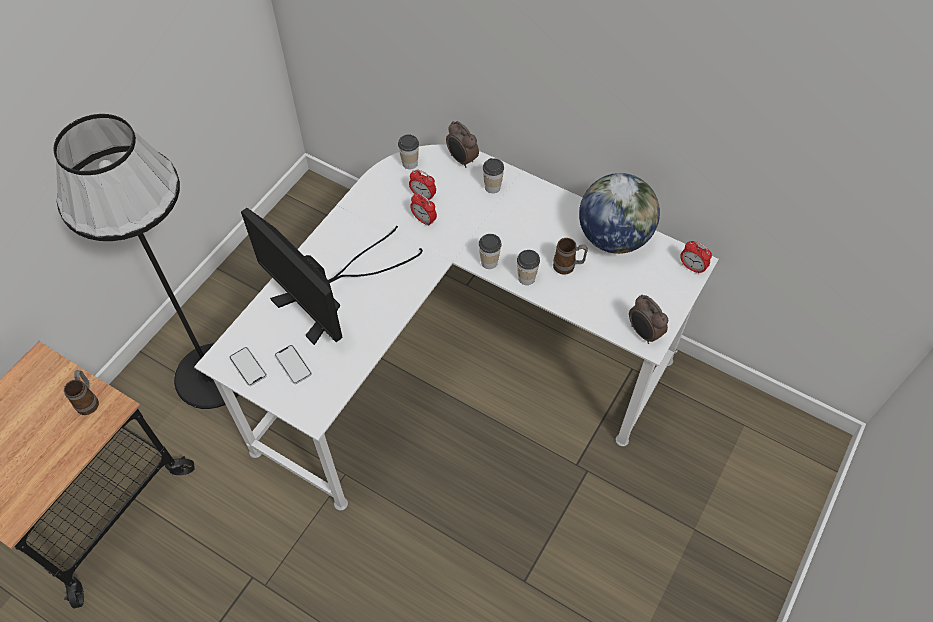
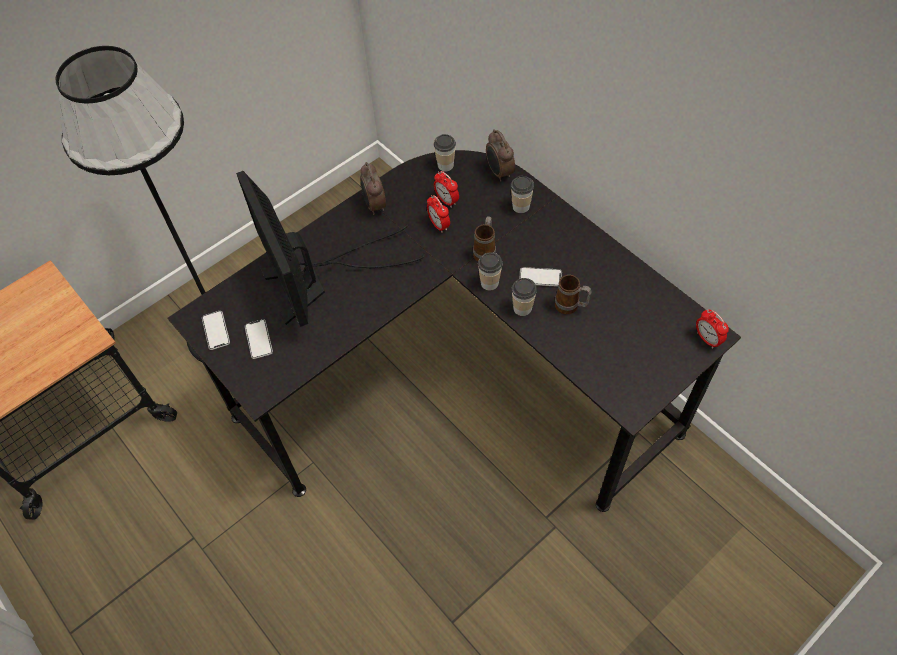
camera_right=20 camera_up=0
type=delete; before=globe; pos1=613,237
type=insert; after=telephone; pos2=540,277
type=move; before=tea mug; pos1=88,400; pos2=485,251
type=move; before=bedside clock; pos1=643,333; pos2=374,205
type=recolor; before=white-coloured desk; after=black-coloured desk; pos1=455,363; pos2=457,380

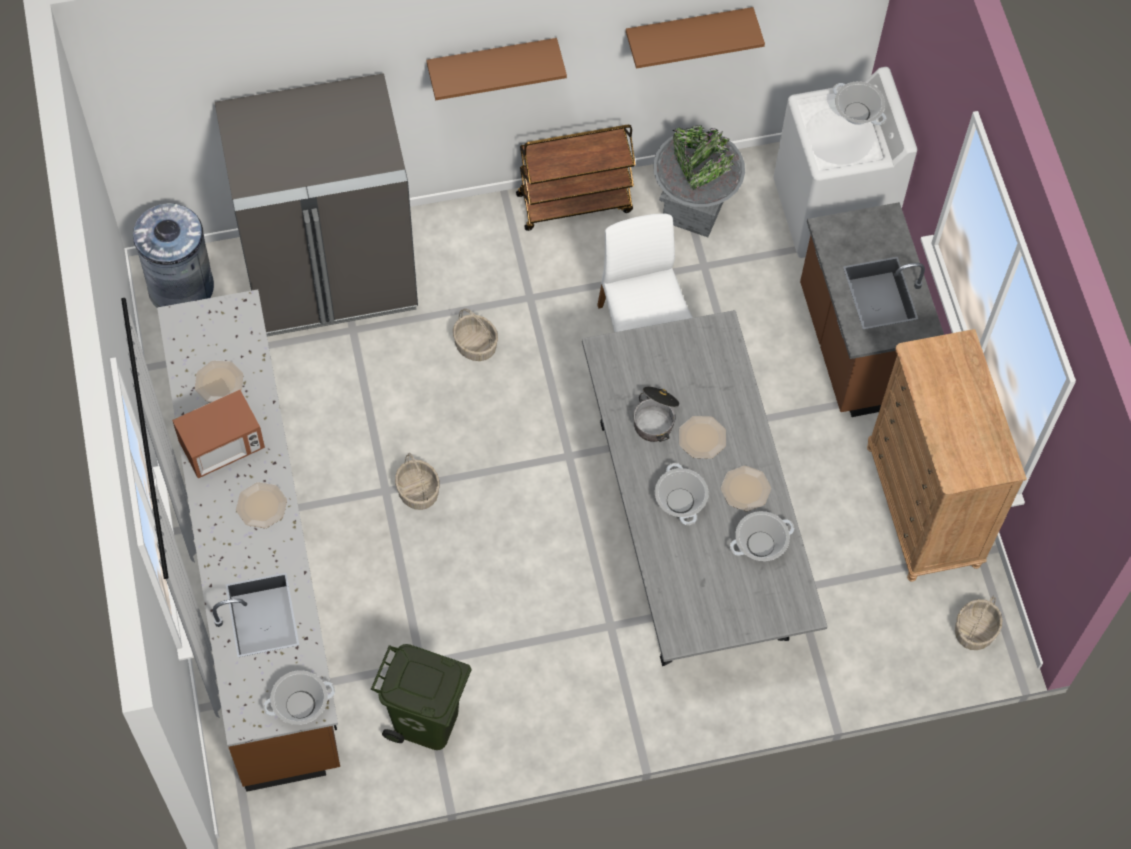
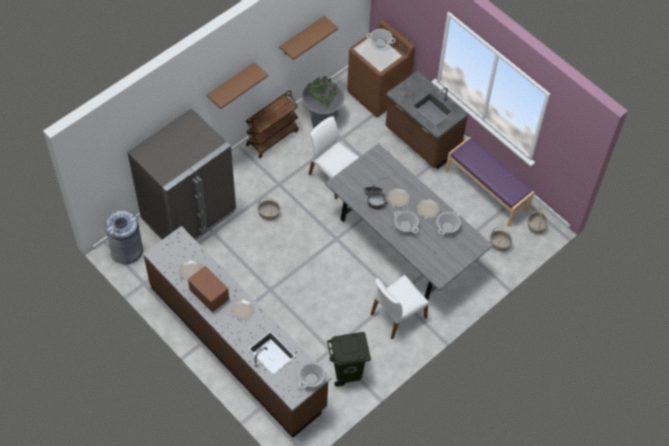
camera_right=-30 camera_up=-5
type=insert; after=white-coloured chair; pos2=397,315
type=move; before=basket; pos1=417,491; pos2=499,244
type=replace; before=brownish chest of drawers; after=purple long seat; pos1=923,507; pos2=487,190
type=recolor; before=white-coloured laundry machine; after=brownish laundry machine; pos1=832,211; pos2=378,93
type=rotate; before=microwave; pos1=222,447; pos2=209,295; turn=-75

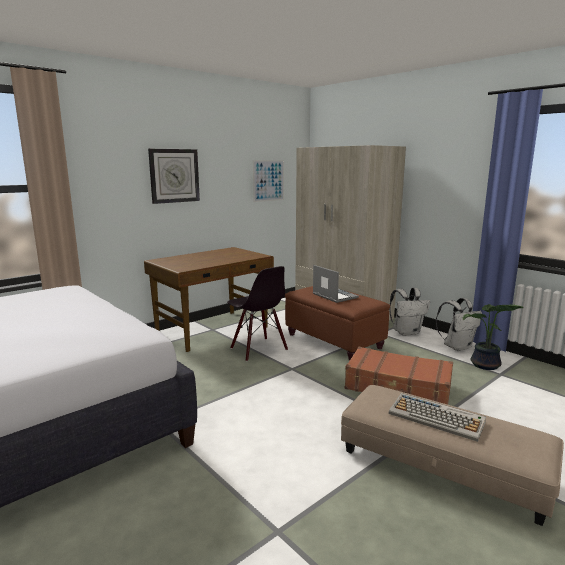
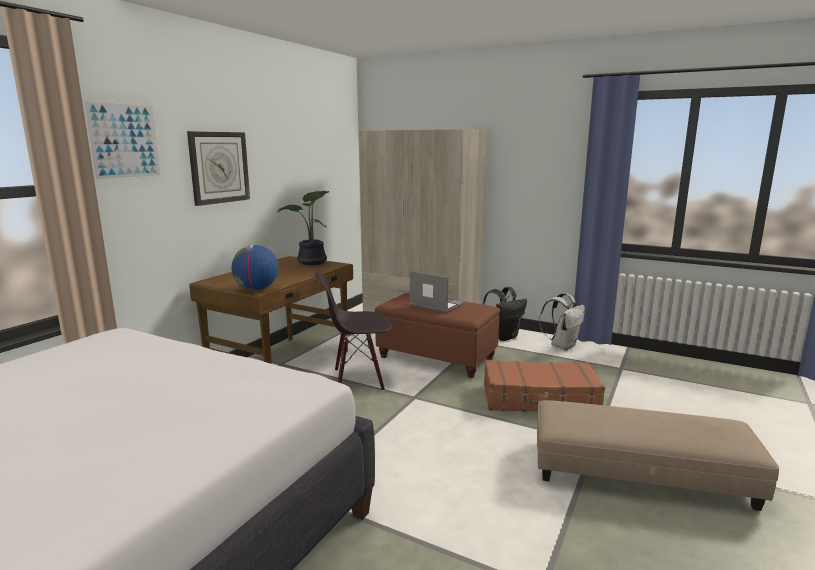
camera_right=-20 camera_up=0
type=delete; before=computer keyboard; pos1=437,418
type=insert; after=globe; pos2=256,289
type=move; before=wall art; pos1=268,180; pos2=124,141
type=move; before=potted plant; pos1=485,365; pos2=311,263
type=recolor; before=white-coloured knapsack; after=black-coloured knapsack; pos1=406,332; pos2=503,337
type=rotate; before=black-coloured chair; pos1=258,349; pos2=357,380; turn=135

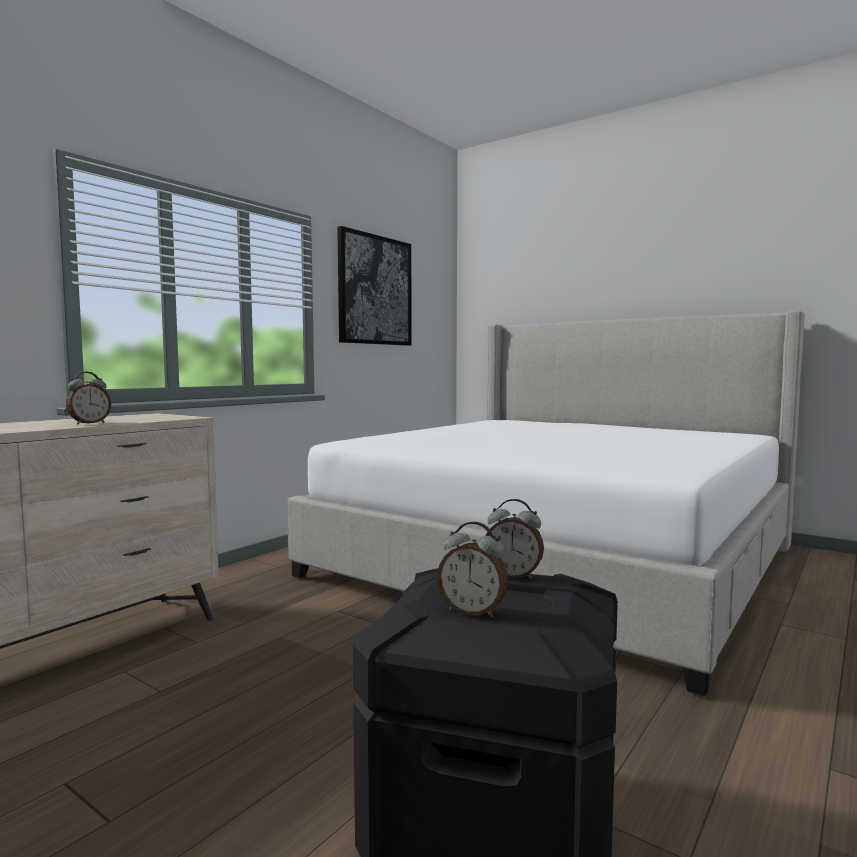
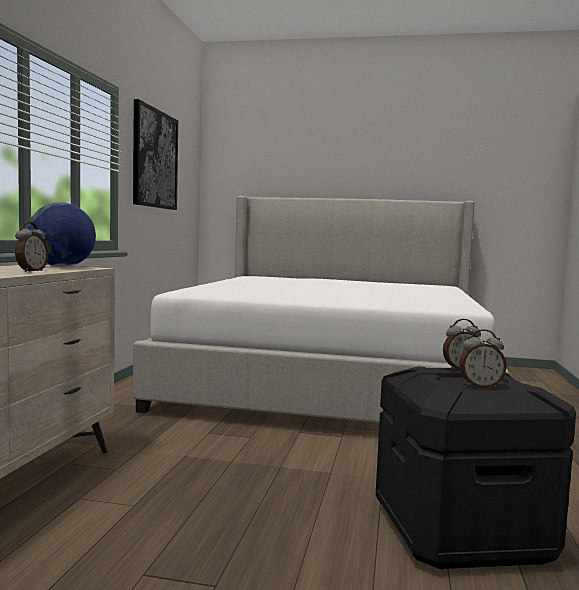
camera_right=-25 camera_up=0
type=insert; after=globe; pos2=61,266

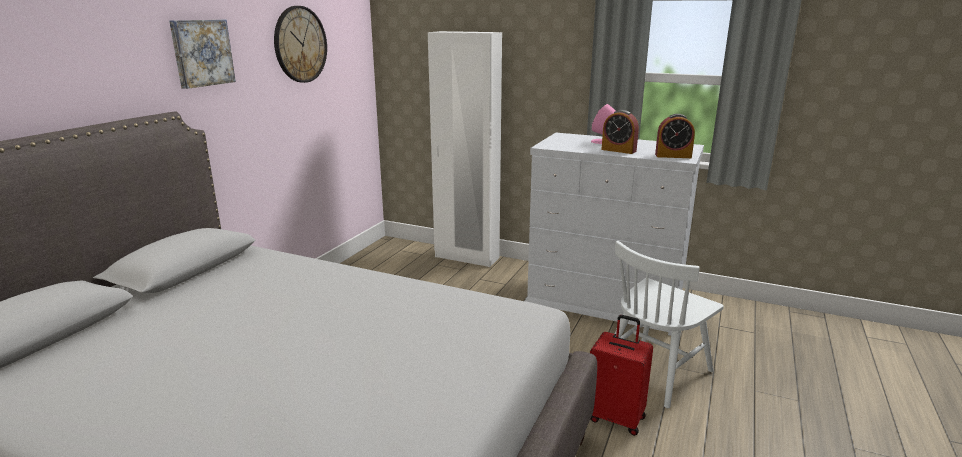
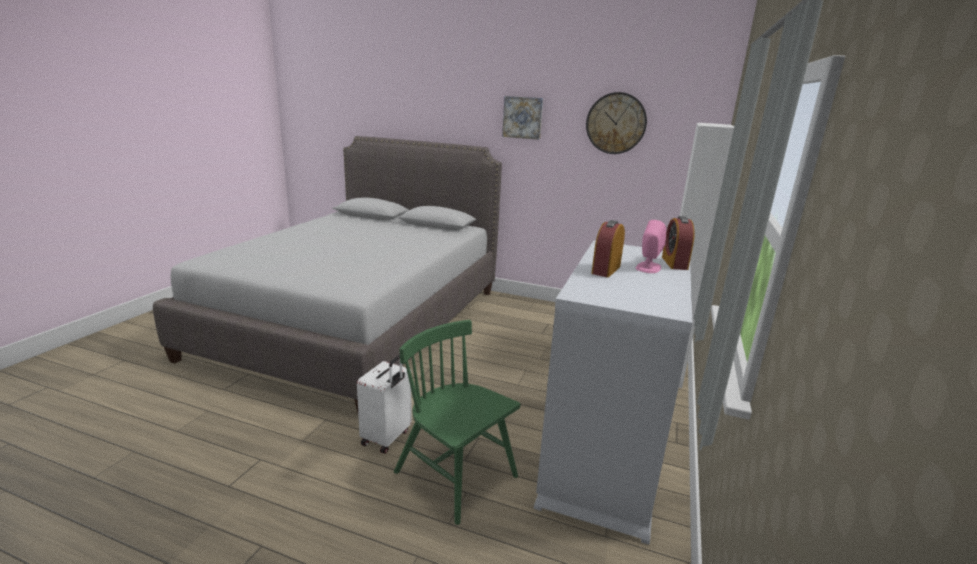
camera_right=85 camera_up=0
type=move; before=bedside clock; pos1=673,156; pos2=674,263
type=recolor; before=reddish piece of luggage; after=white-coloured piece of luggage; pos1=616,417; pos2=387,438
type=recolor; before=white-coloured chair; after=greenish chair; pos1=655,371; pos2=456,475

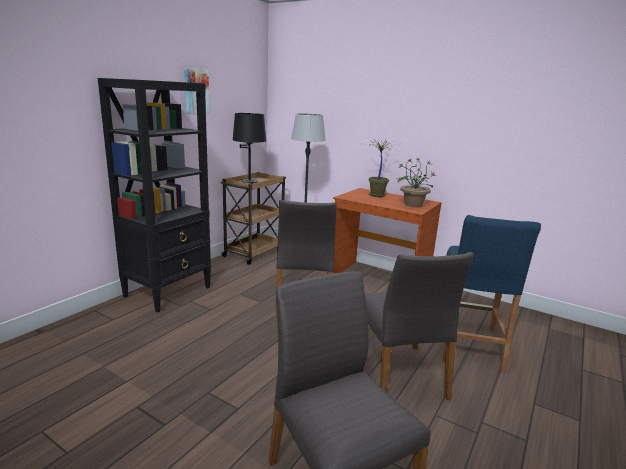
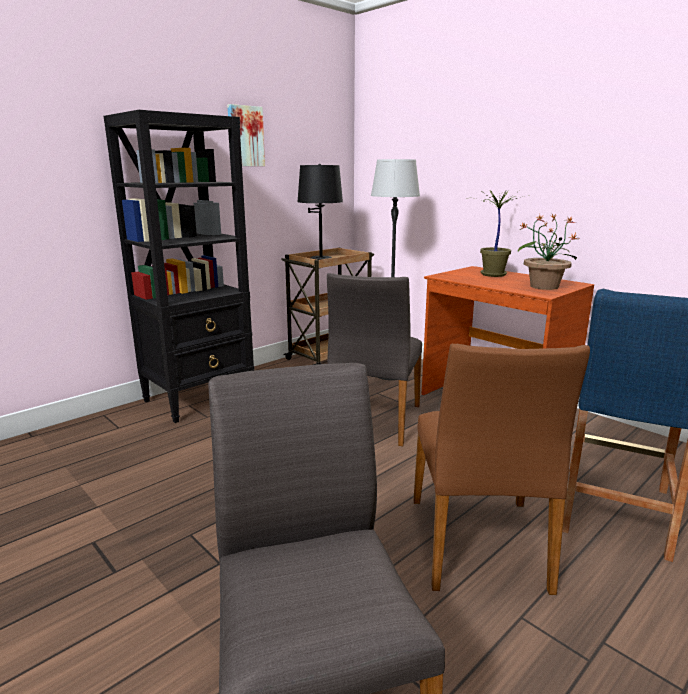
camera_right=15 camera_up=0
type=recolor; before=greyish chair; after=brownish chair; pos1=398,374; pos2=479,543

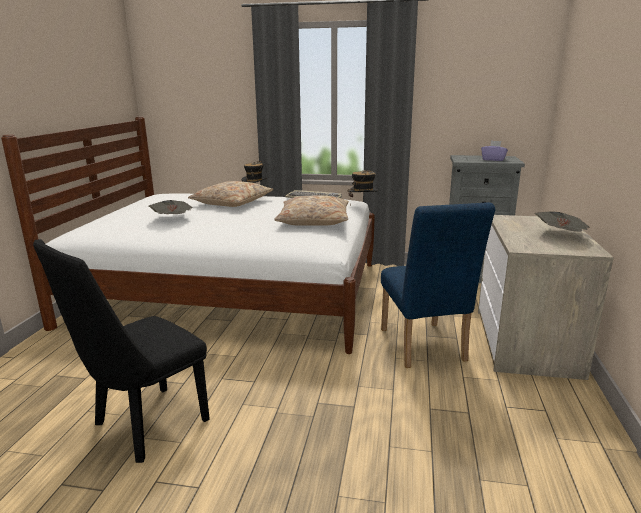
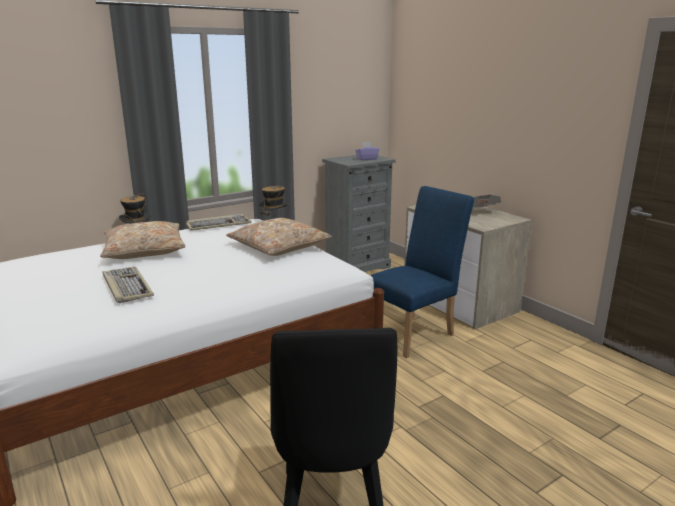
camera_right=-45 camera_up=0
type=replace; before=printed paper; after=computer keyboard; pos1=173,219; pos2=126,286
type=rotate; before=blue chair; pos1=424,348; pos2=414,333; turn=-75

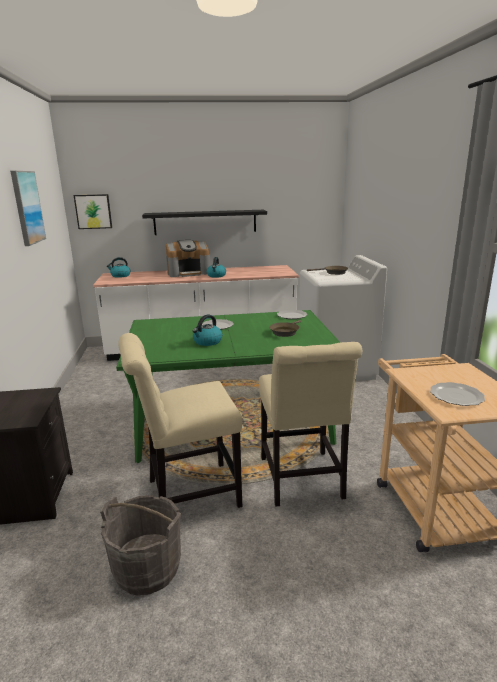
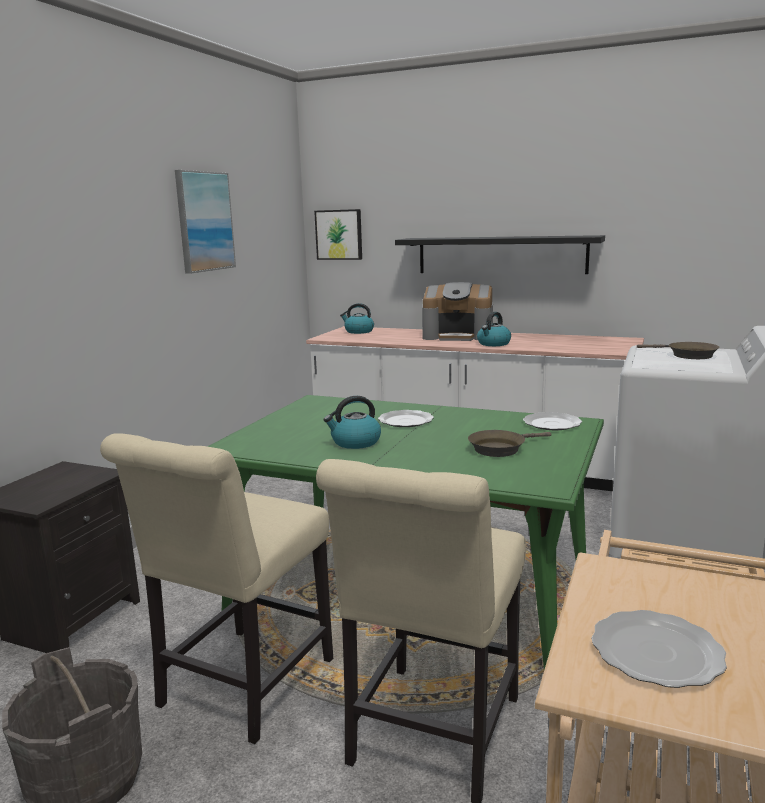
camera_right=30 camera_up=-5
type=rotate; before=beige-coloured chair; pos1=188,494; pos2=240,688; turn=-75

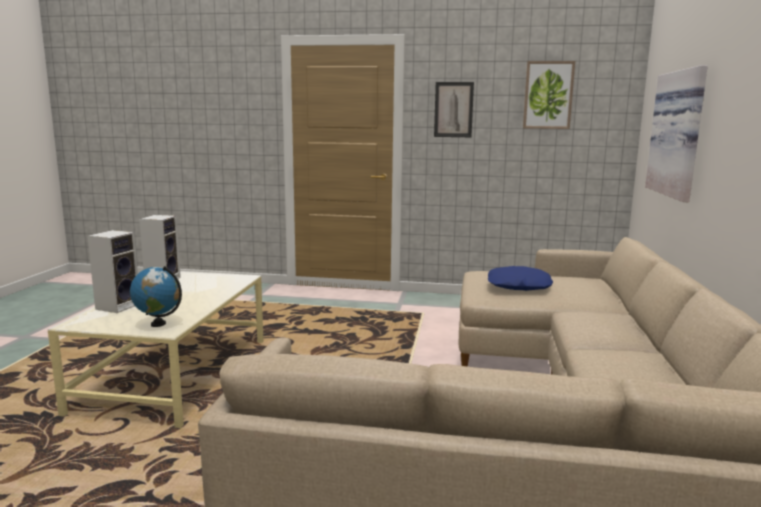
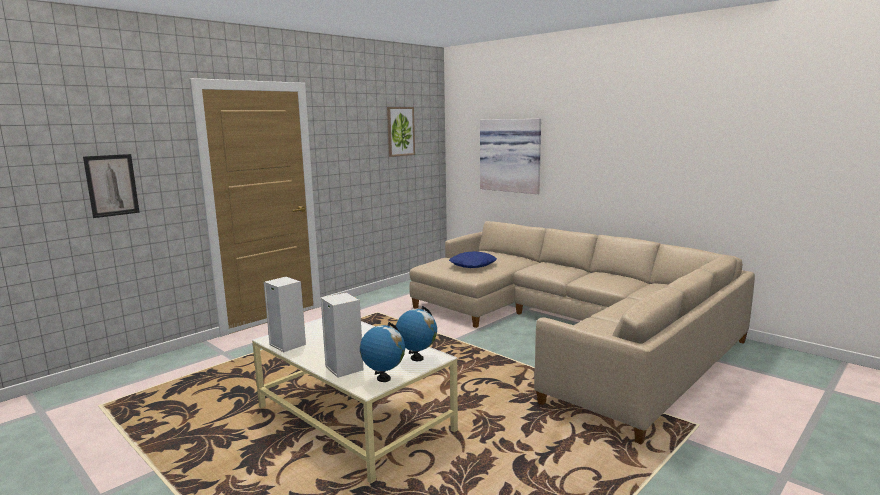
camera_right=-55 camera_up=0
type=insert; after=globe; pos2=383,378
type=move; before=wall art; pos1=453,109; pos2=112,185

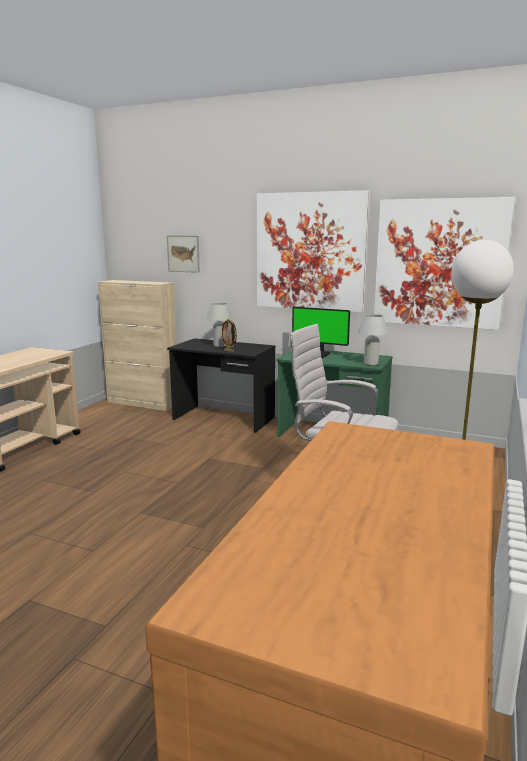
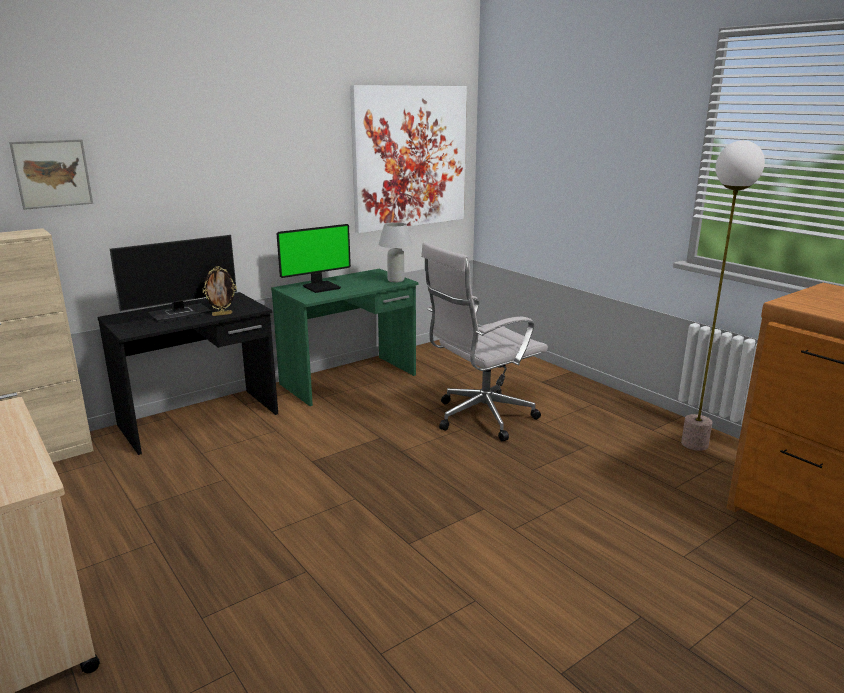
camera_right=-60 camera_up=5
type=delete; before=wall art; pos1=310,252
type=replace; before=white-coloured table lamp; after=monitor; pos1=219,346; pos2=181,313

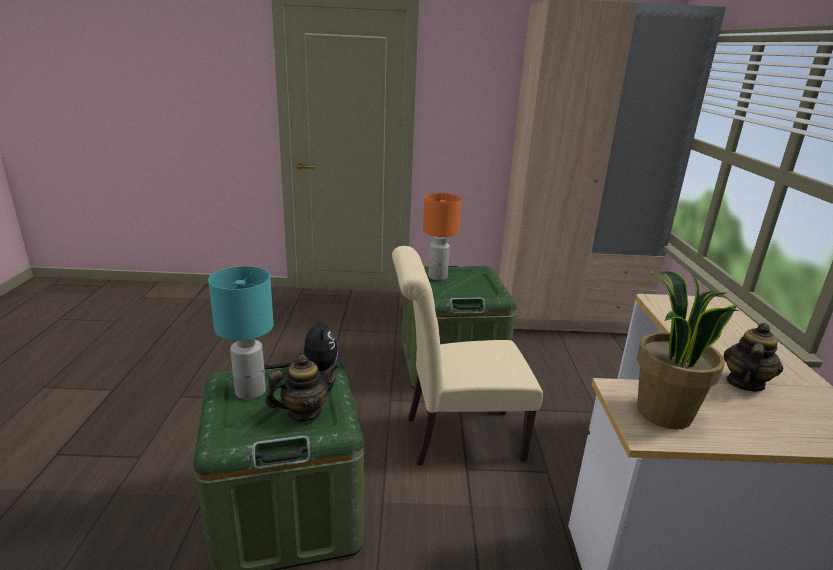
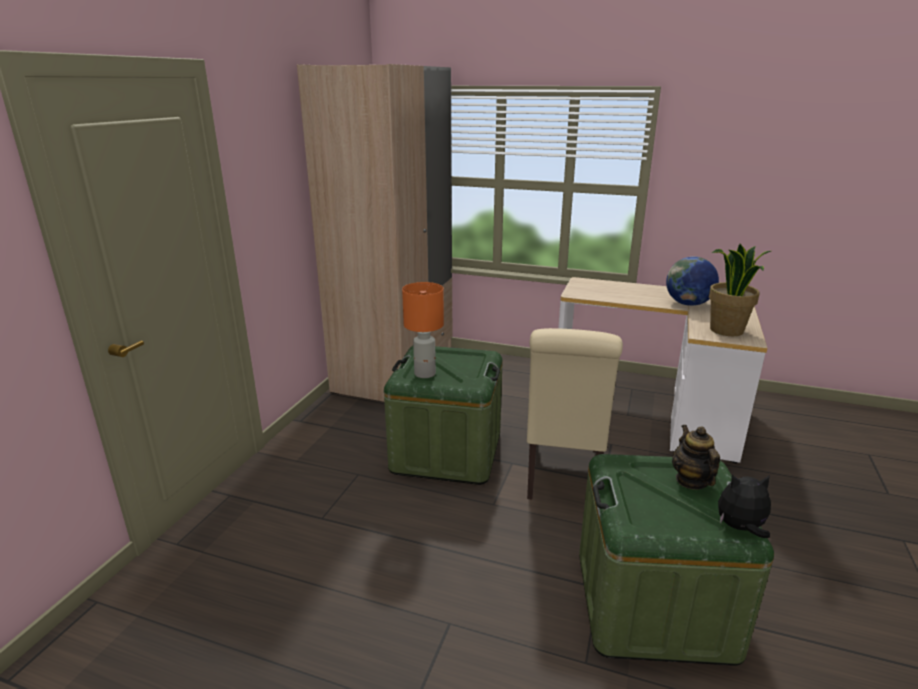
camera_right=-70 camera_up=0
type=delete; before=turquoise table lamp; pos1=251,391
type=move; before=plush toy; pos1=318,368; pos2=740,528
type=replace; before=teapot; after=globe; pos1=744,383; pos2=688,304

